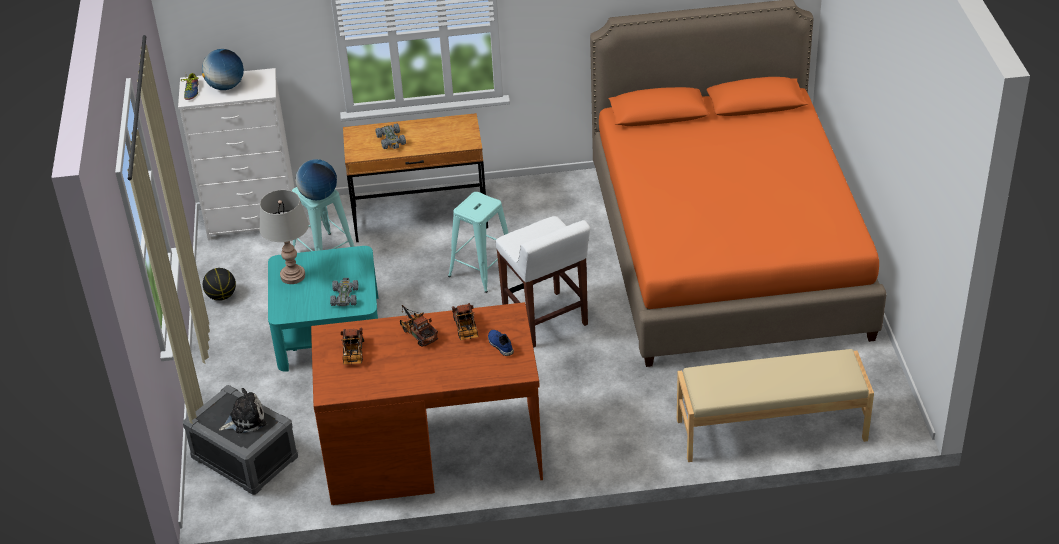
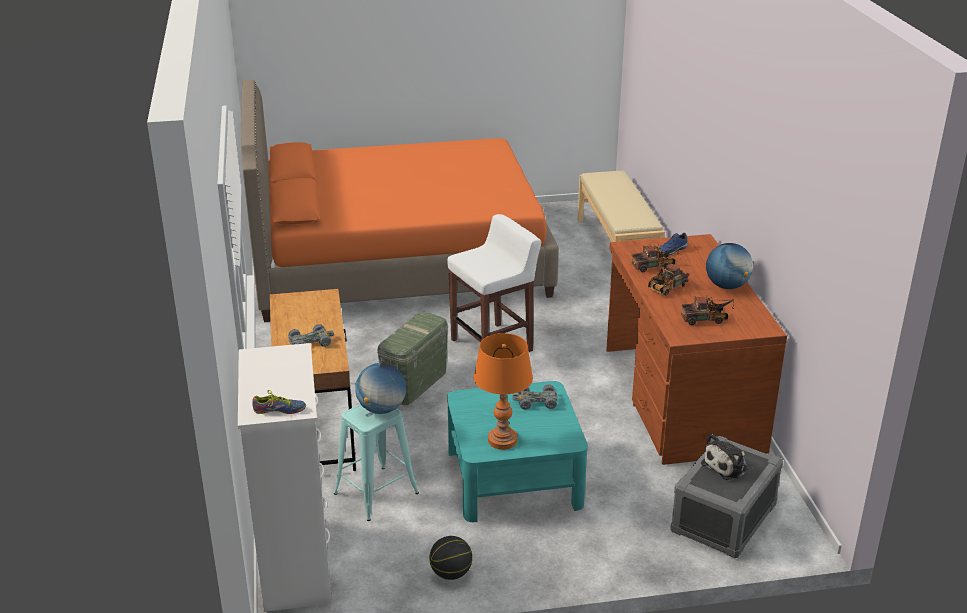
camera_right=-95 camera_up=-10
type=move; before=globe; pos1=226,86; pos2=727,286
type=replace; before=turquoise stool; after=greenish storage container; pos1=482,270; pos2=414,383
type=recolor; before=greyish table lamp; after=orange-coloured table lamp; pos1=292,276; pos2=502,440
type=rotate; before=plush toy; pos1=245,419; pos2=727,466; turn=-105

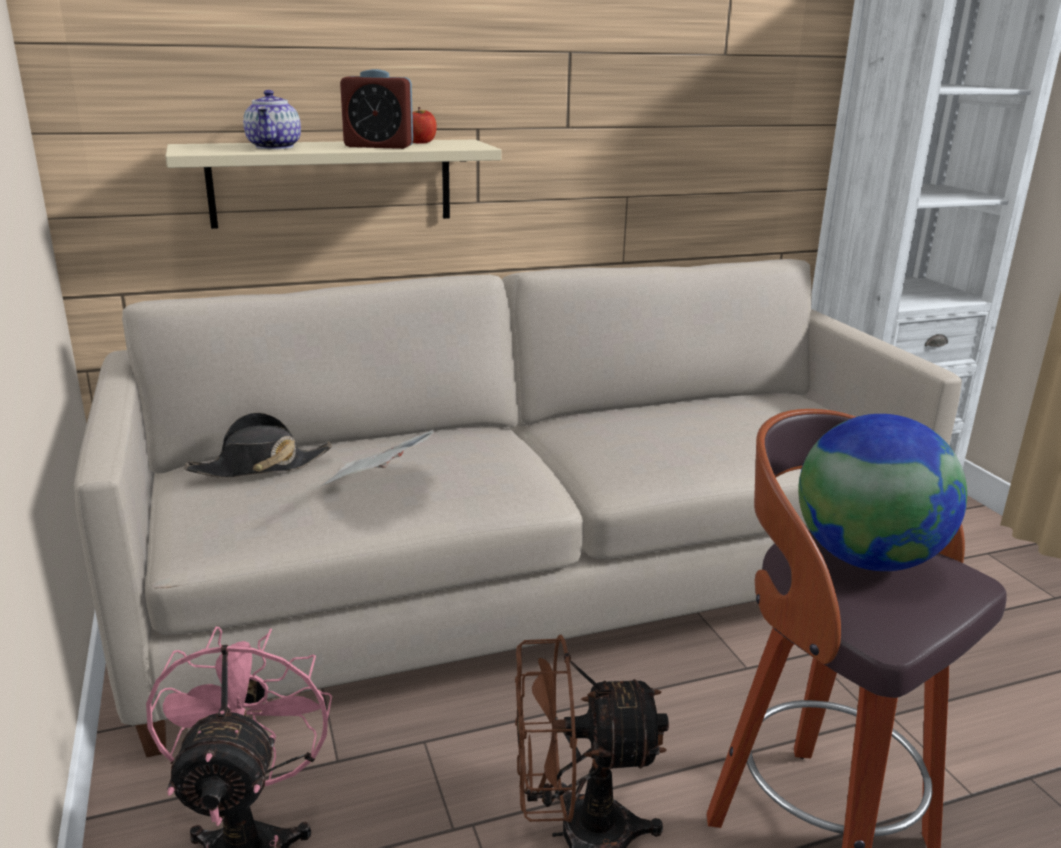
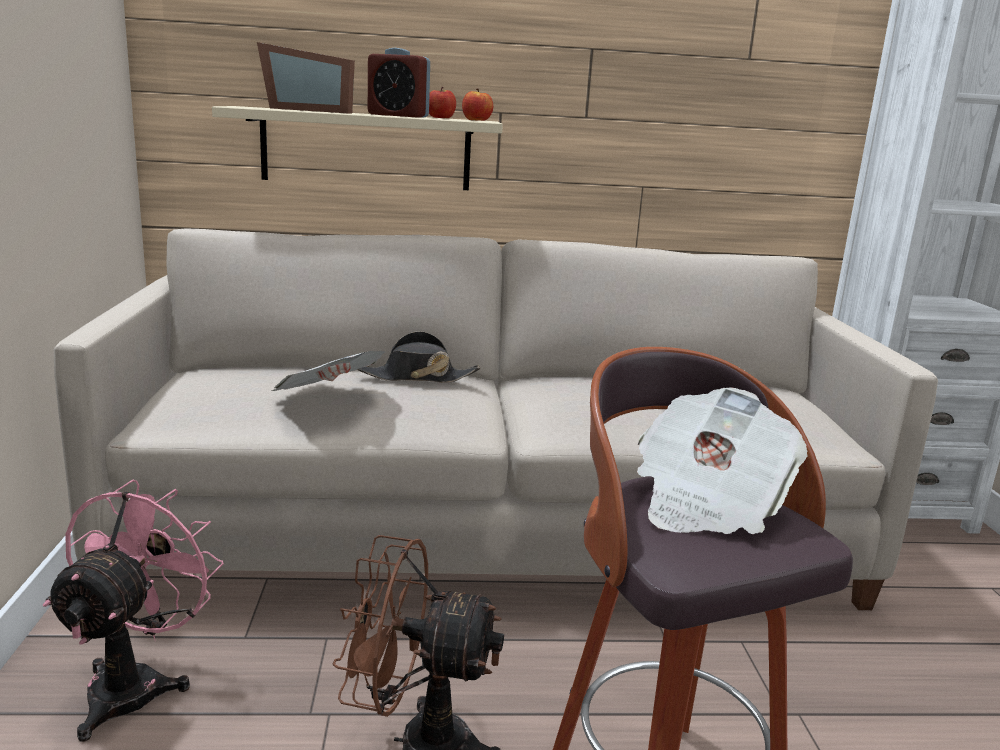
camera_right=15 camera_up=-5
type=insert; after=apple; pos2=476,120
type=move; before=black-coloured hat; pos1=260,466; pos2=418,377
type=replace; before=teapot; after=photo frame; pos1=275,147; pos2=310,110
type=replace; before=globe; after=printed paper; pos1=866,559; pos2=707,502

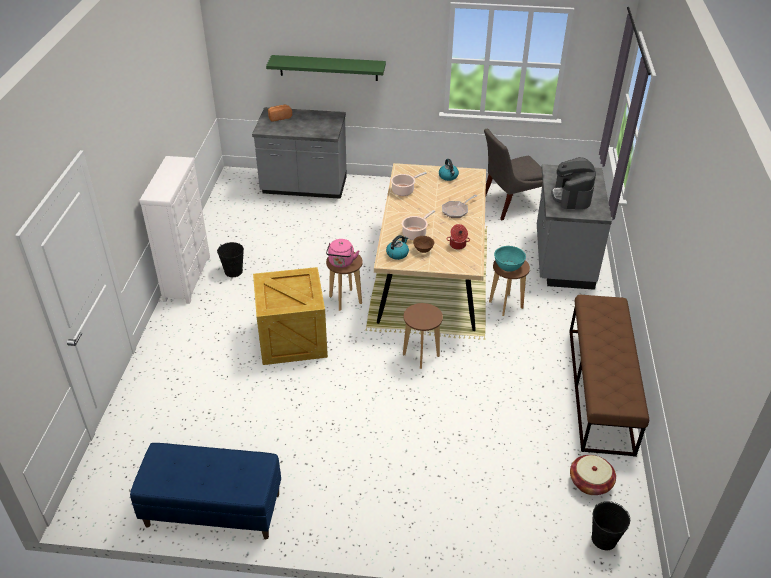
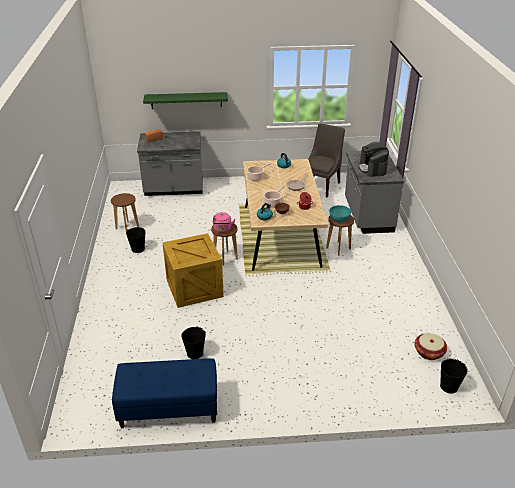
camera_right=-10 camera_up=-5
type=delete; before=white-coloured chest of drawers; pos1=188,278
type=delete; before=brownish long seat; pos1=600,389
type=insert; after=black-coloured water bucket; pos2=194,353
type=move; before=brownish stool; pos1=421,355; pos2=127,228
type=rotate; before=greyish chair; pos1=509,204; pos2=321,185; turn=150

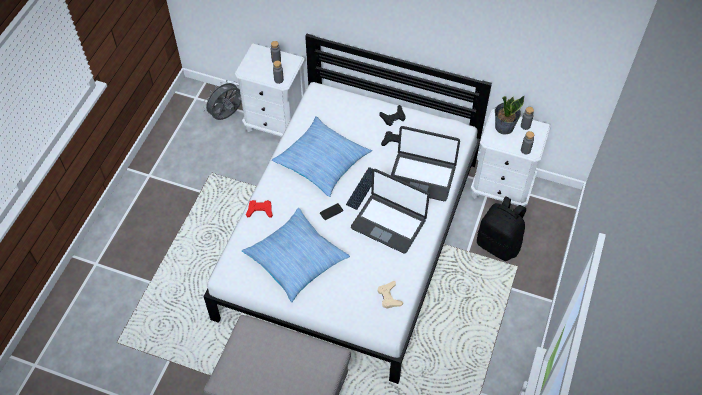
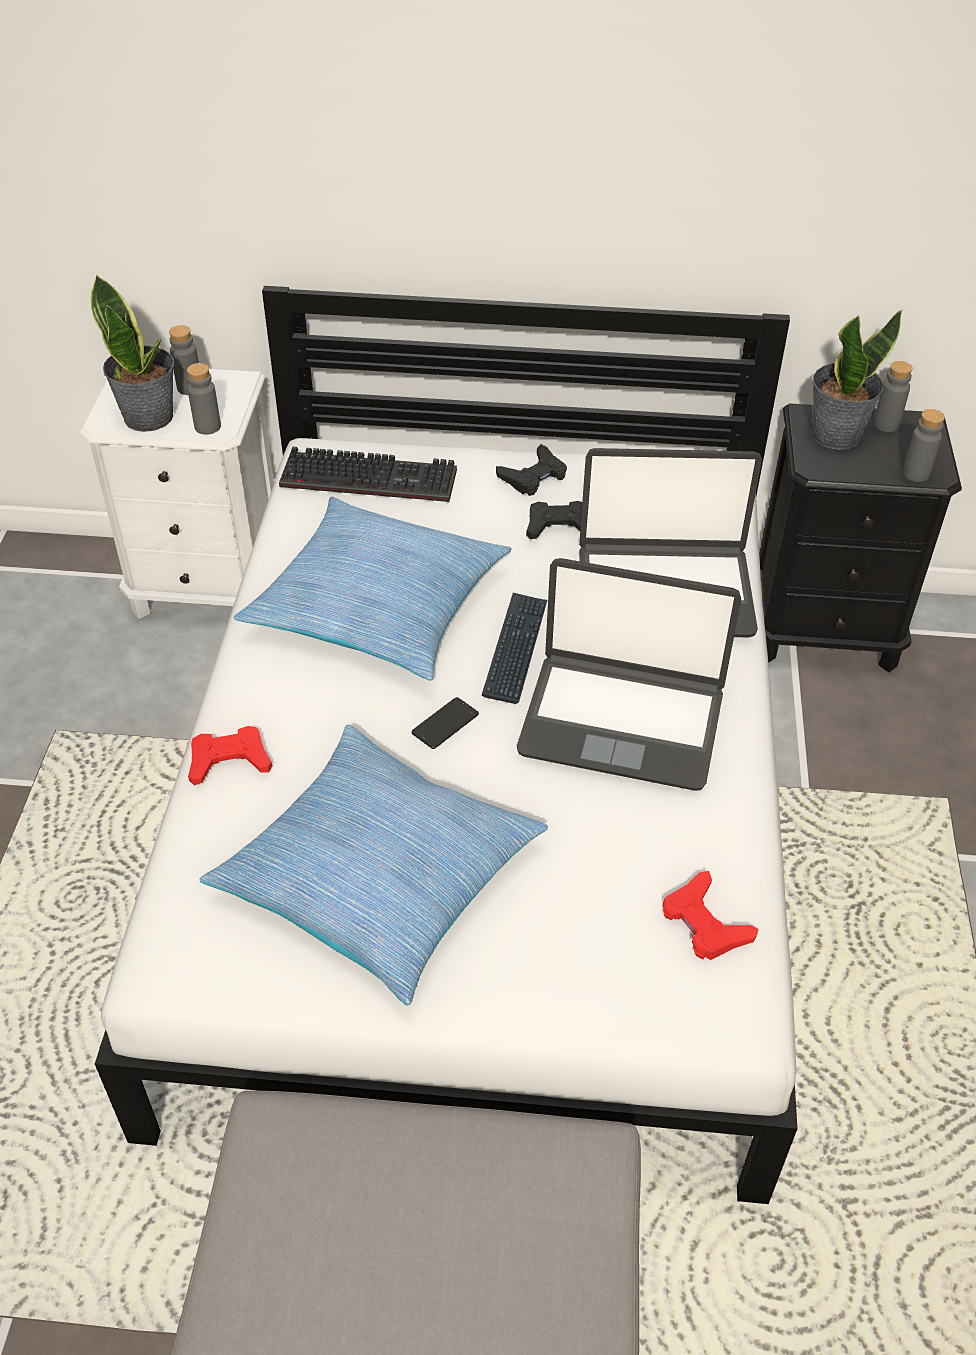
camera_right=-15 camera_up=-10
type=delete; before=greyish electric fan; pos1=227,115
type=delete; before=black-coloured knapsack; pos1=499,244
type=insert; after=potted plant; pos2=149,417
type=insert; after=computer keyboard; pos2=372,477
type=recolor; before=beige-coloured joypad; after=reddish joypad; pos1=389,297; pos2=704,923
type=recolor; before=white-coloured night table; after=black-coloured night table; pos1=501,189; pos2=823,631

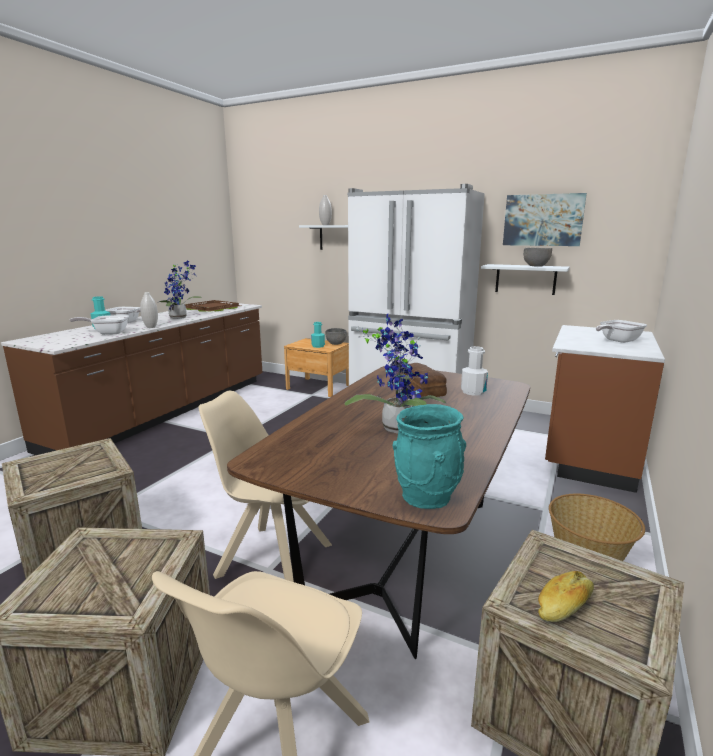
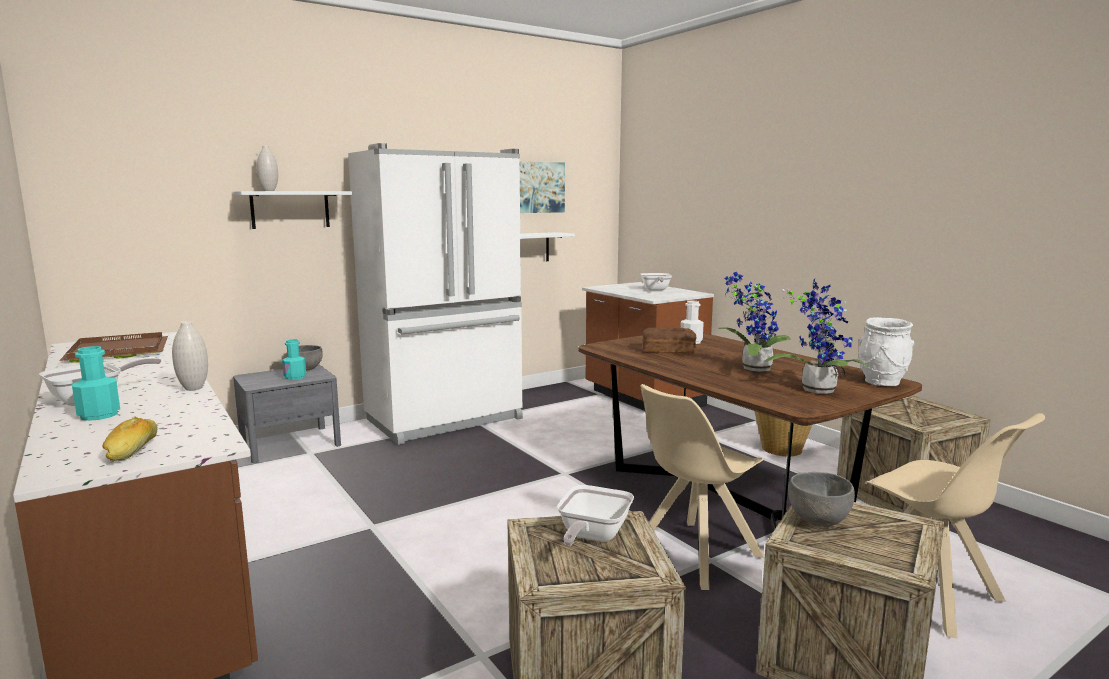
camera_right=-60 camera_up=-5
type=move; before=frying pan; pos1=108,333; pos2=591,537
type=move; before=potted plant; pos1=180,317; pos2=817,389
type=move; before=greyish serving bowl; pos1=536,266; pos2=818,521
type=move; before=baked bread; pos1=564,606; pos2=133,450
type=recolor; before=brownish night table; after=greyish night table; pos1=318,387; pos2=290,444
type=recolor; before=turquoise vase; after=white-coloured vase; pos1=427,497; pos2=881,382

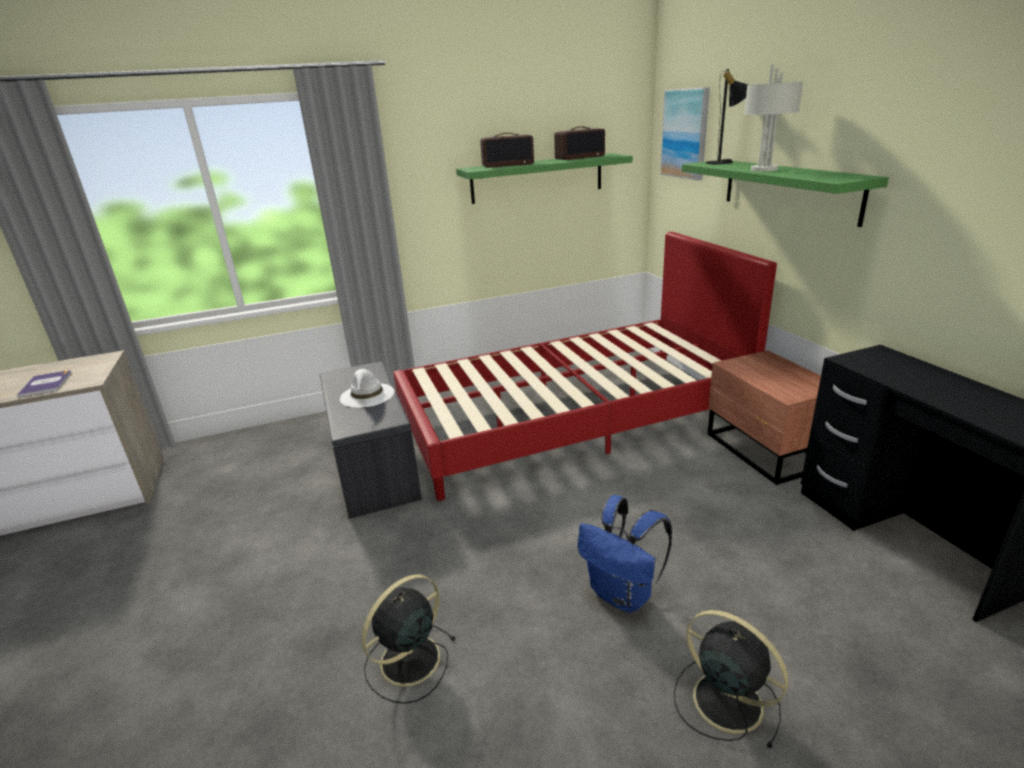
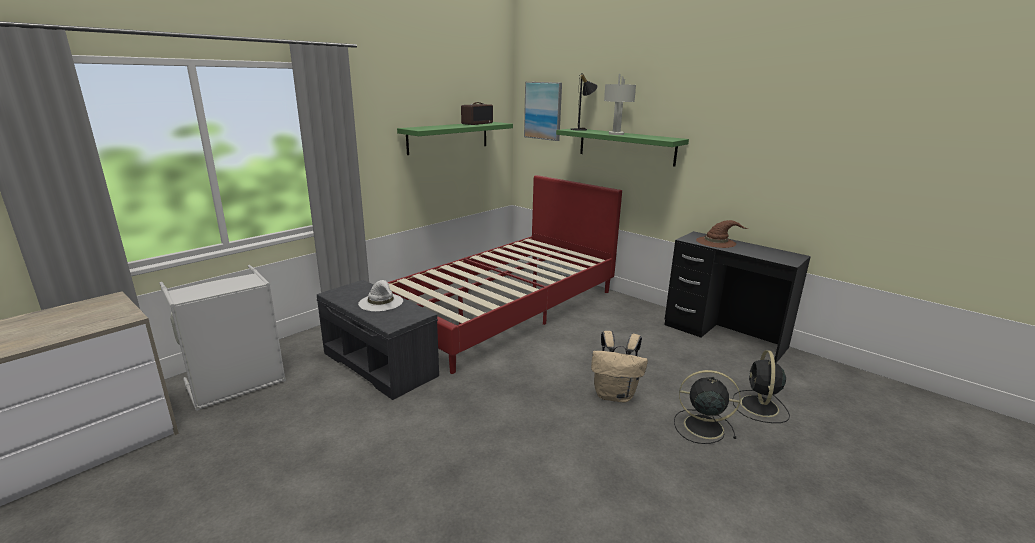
camera_right=-30 camera_up=-5
type=delete; before=book; pos1=46,384
type=delete; before=radio receiver; pos1=508,165
type=delete; before=brownish night table; pos1=765,451
type=insert; after=greyish laundry basket; pos2=237,386
type=insert; after=brownish hat; pos2=716,242
type=move; before=black-coloured electric fan; pos1=408,662; pos2=759,407
type=recolor; before=blue knapsack; after=beige-coloured knapsack; pos1=623,594; pos2=615,395

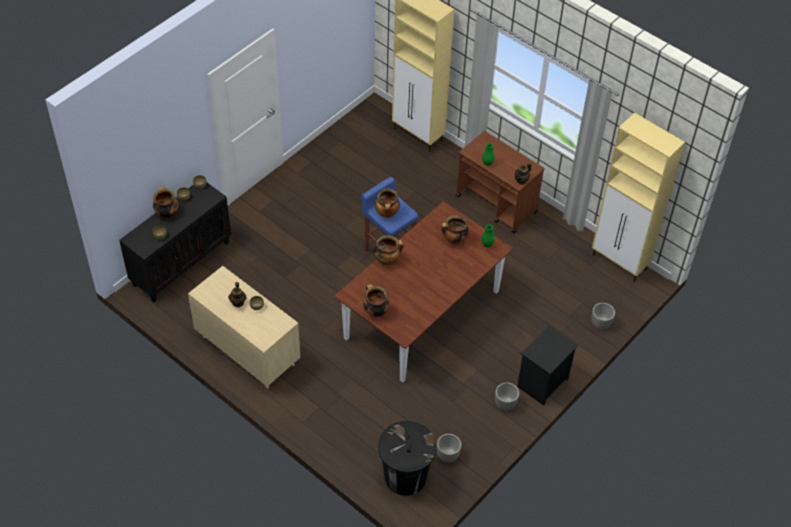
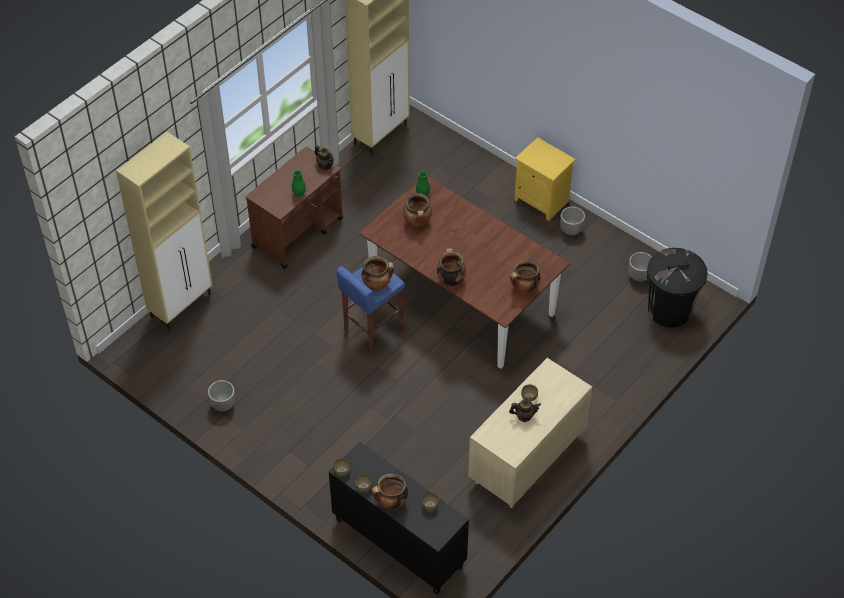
camera_right=-90 camera_up=0
type=move; before=planter; pos1=600,324; pos2=223,405
type=recolor; before=black-coloured night table; after=yellowish night table; pos1=543,383; pos2=542,200

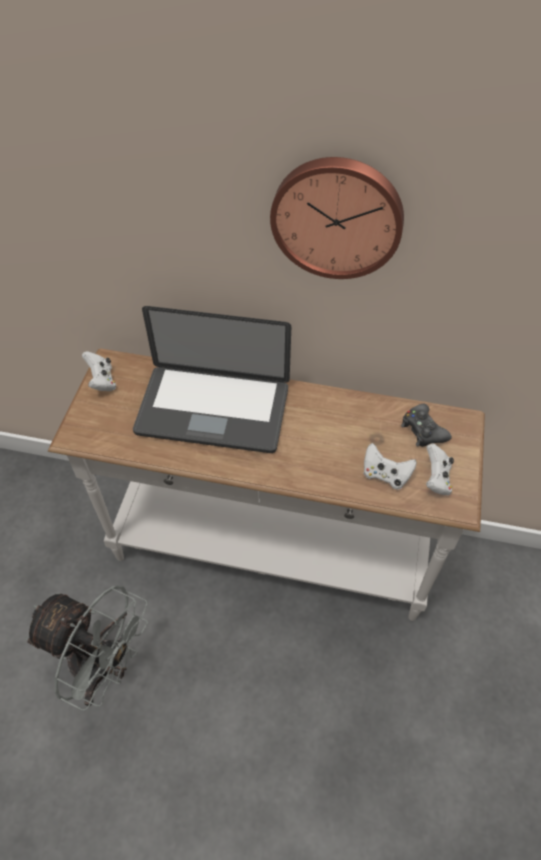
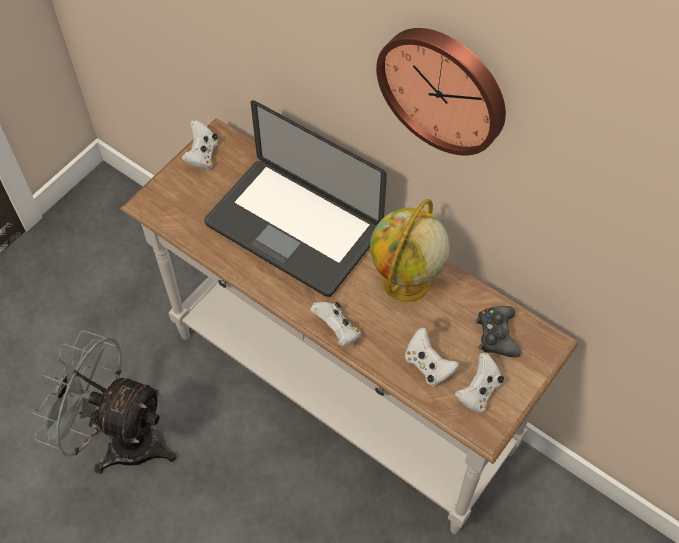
camera_right=25 camera_up=5
type=insert; after=white-coloured joypad; pos2=337,330
type=insert; after=globe; pos2=406,283
type=rotate; before=greyish electric fan; pos1=103,668; pos2=121,439; turn=150

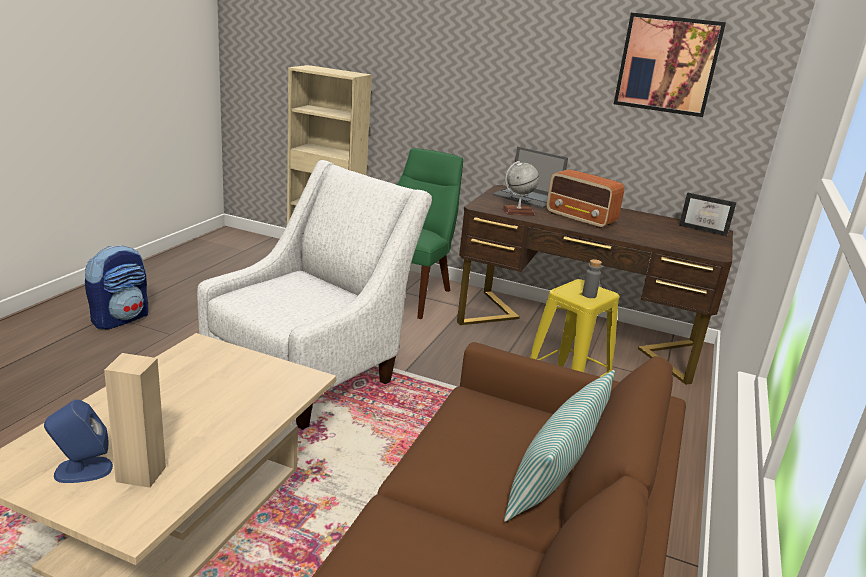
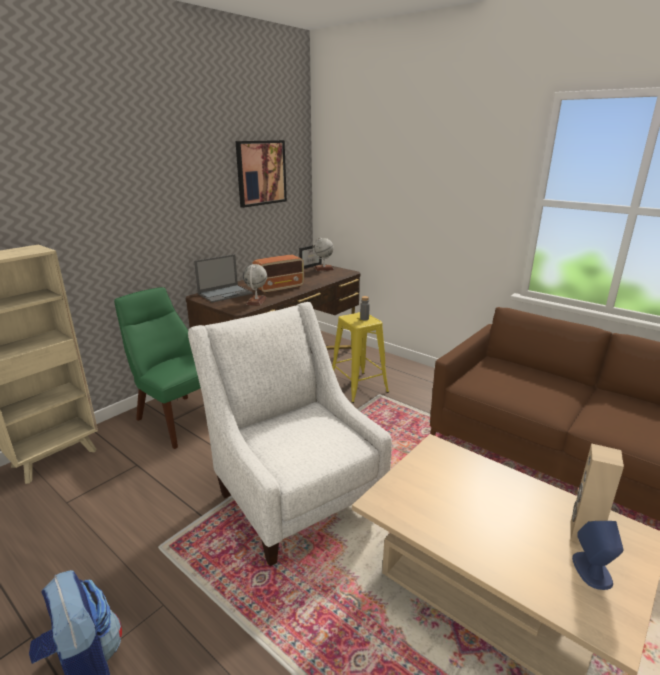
camera_right=-70 camera_up=0
type=delete; before=pillow; pos1=555,474
type=insert; after=globe; pos2=323,268

